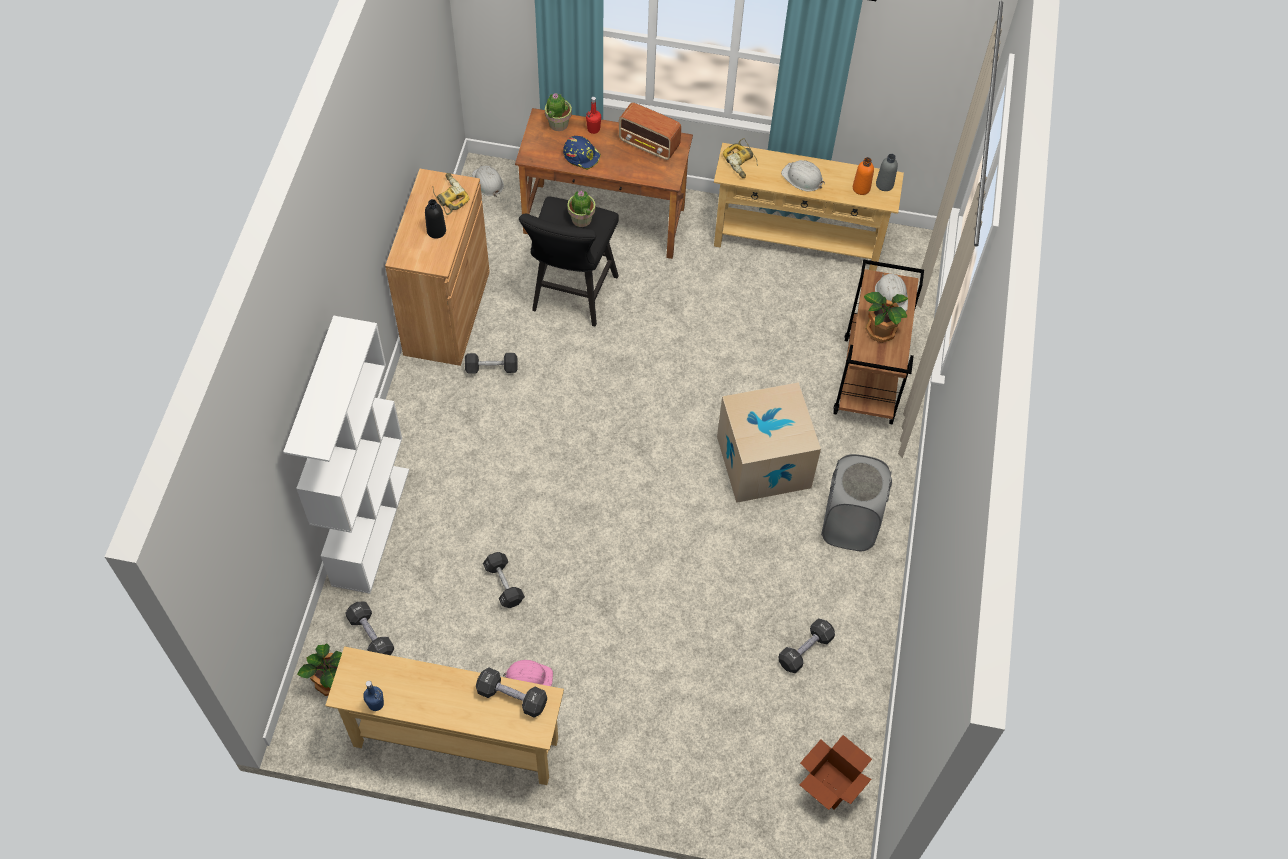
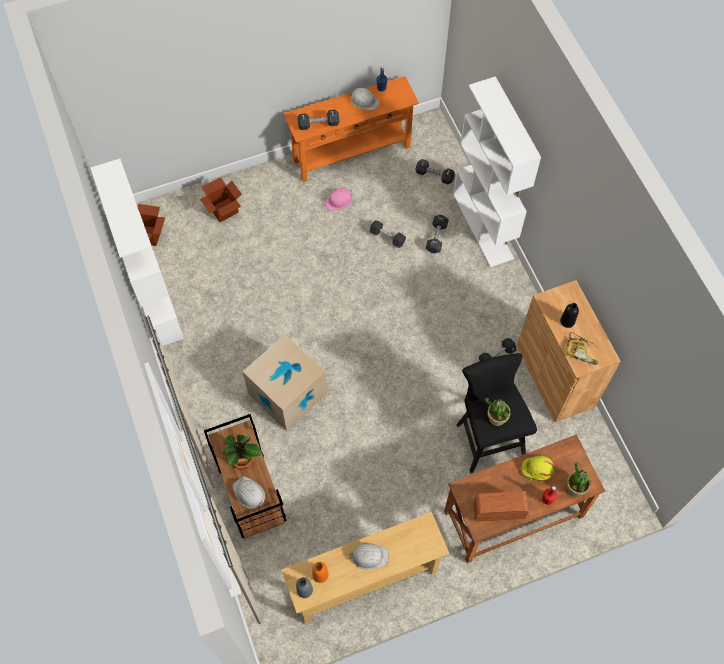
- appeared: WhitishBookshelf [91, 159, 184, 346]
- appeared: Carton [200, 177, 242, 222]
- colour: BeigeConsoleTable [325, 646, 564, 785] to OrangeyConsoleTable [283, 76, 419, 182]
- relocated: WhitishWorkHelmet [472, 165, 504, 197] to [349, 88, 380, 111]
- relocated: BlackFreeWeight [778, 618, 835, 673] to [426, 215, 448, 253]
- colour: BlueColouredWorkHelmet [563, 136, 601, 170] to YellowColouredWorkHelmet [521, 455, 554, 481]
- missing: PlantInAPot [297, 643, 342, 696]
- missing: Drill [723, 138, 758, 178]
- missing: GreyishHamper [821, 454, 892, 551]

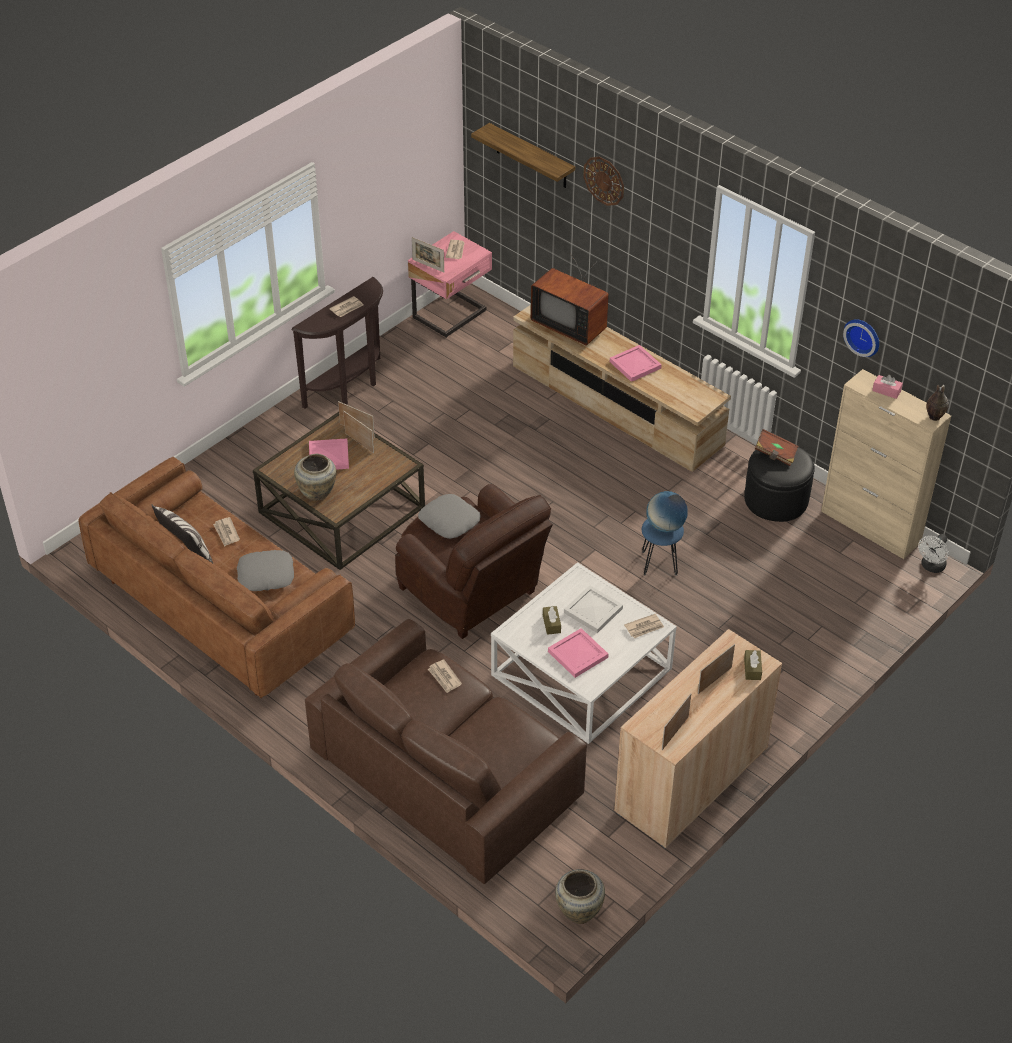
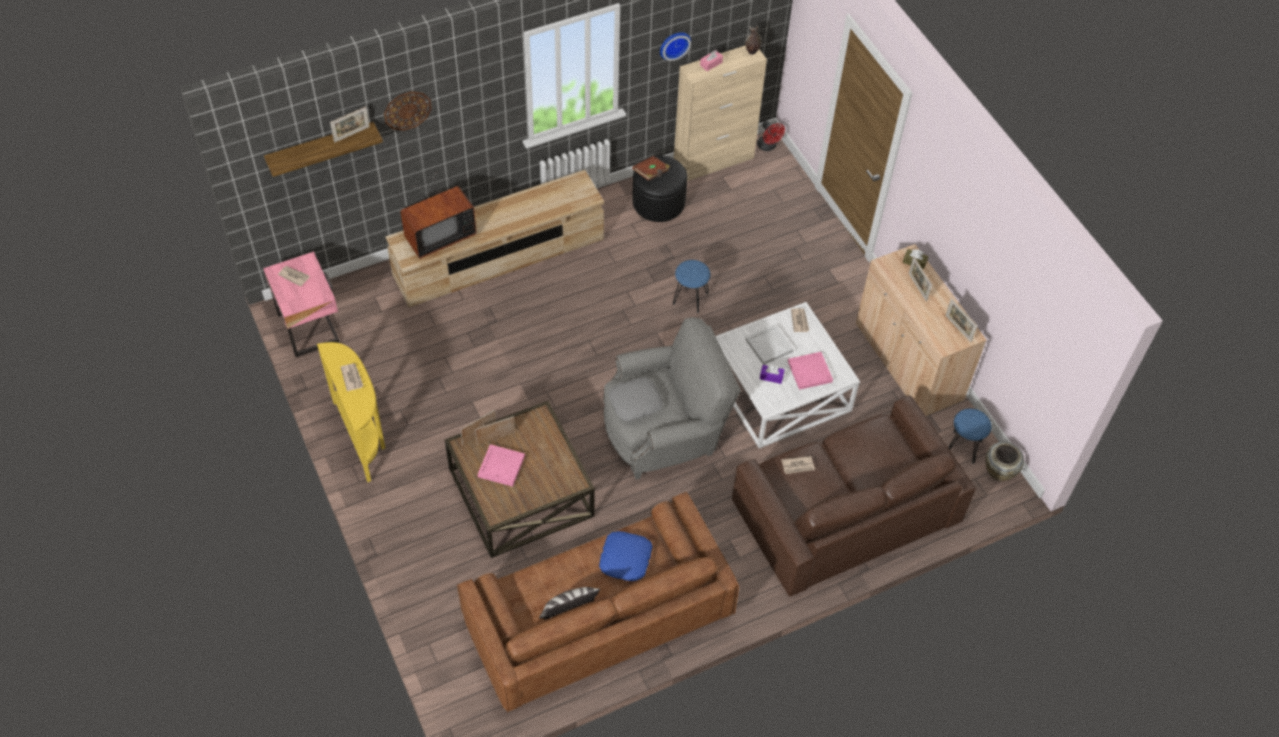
- colour: BrownConsoleTable [292, 277, 383, 409] to YellowColouredConsoleTable [317, 342, 385, 482]
- relocated: PhotoFrame [412, 237, 444, 272] to [330, 106, 370, 143]
- colour: GreyishPillow [237, 550, 294, 591] to BlueColouredPillow [599, 531, 653, 581]
- colour: BrownLoungeChair [395, 484, 553, 639] to GreyishLoungeChair [603, 317, 741, 480]
- colour: WhitishCoolingFan [918, 534, 949, 573] to ReddishCoolingFan [757, 121, 785, 151]
- colour: BrownTissueHolder [543, 606, 561, 635] to PurplishTissueHolder [760, 365, 785, 384]
- appeared: BlueColouredStool [948, 408, 992, 464]
- missing: DailyPaper [213, 517, 240, 546]
- missing: BeigeVase [294, 454, 337, 501]
- missing: PinkColouredTray [610, 345, 662, 382]
- missing: WorldGlobe [646, 491, 688, 533]

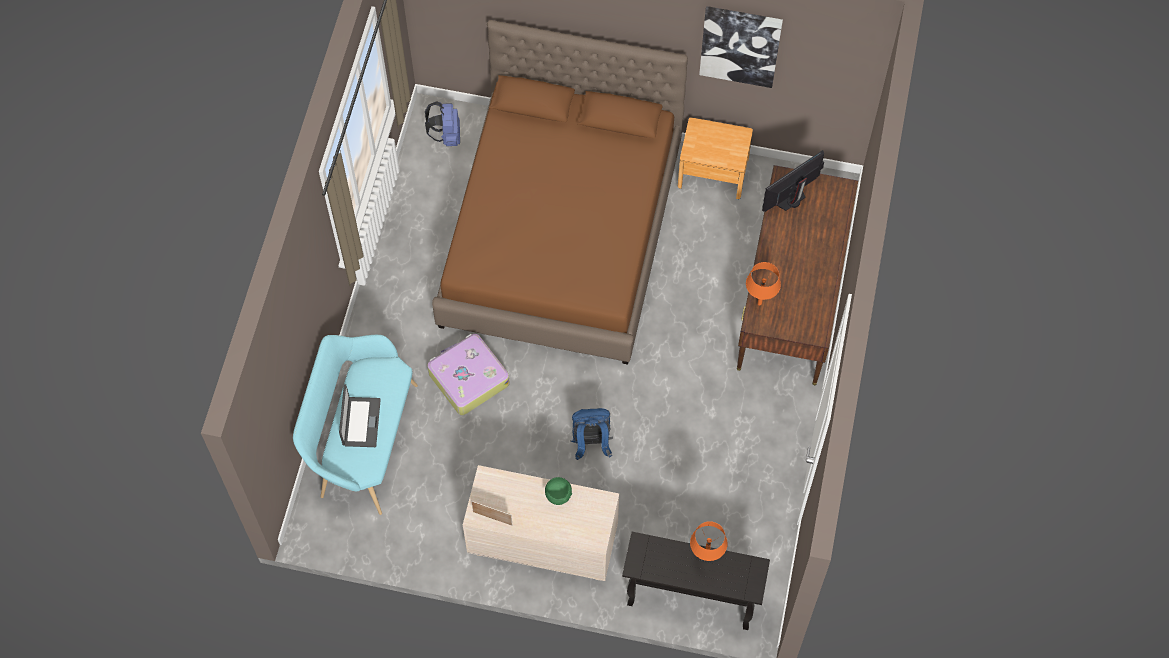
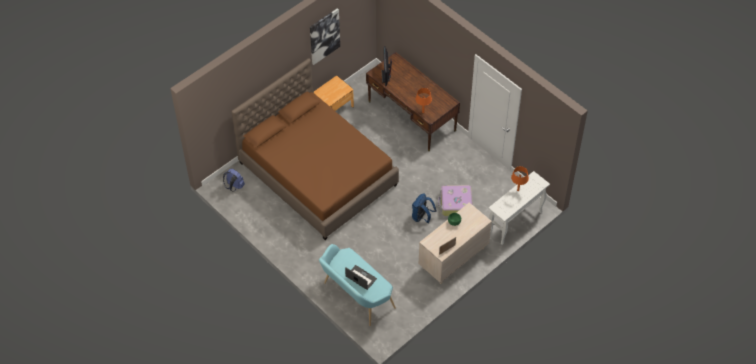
- relocated: PieceOfLuggage [428, 334, 510, 415] to [438, 185, 473, 216]
- colour: BlackConsoleTable [622, 532, 770, 630] to WhitishConsoleTable [488, 171, 550, 245]

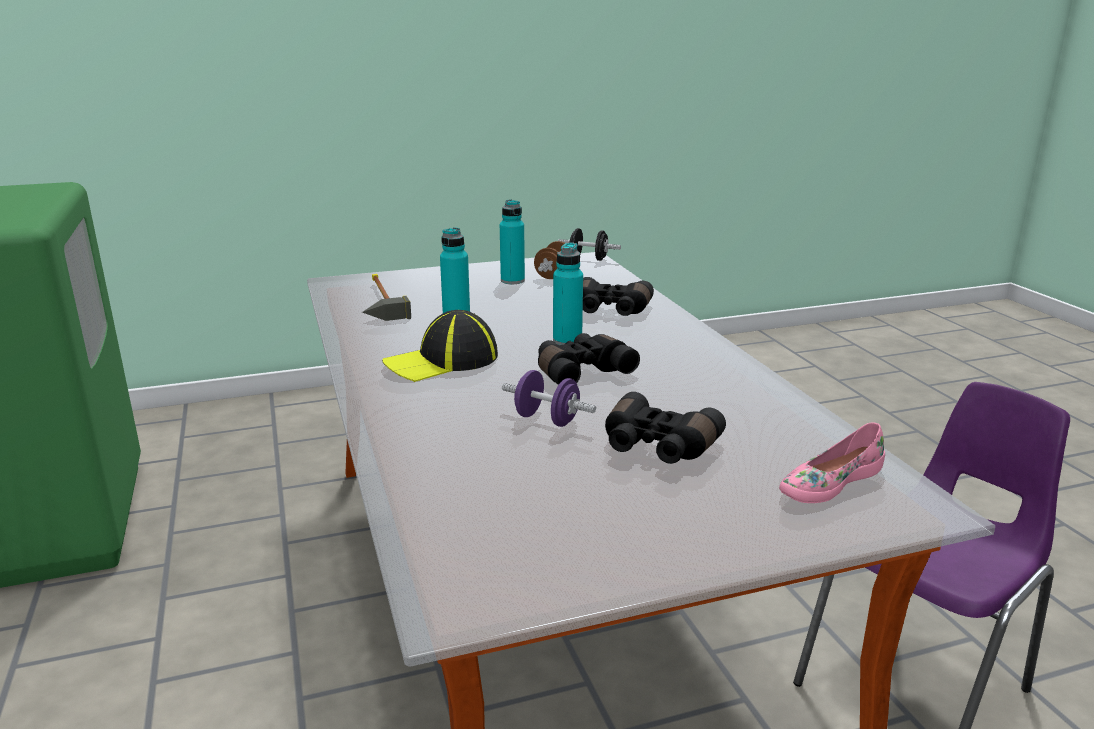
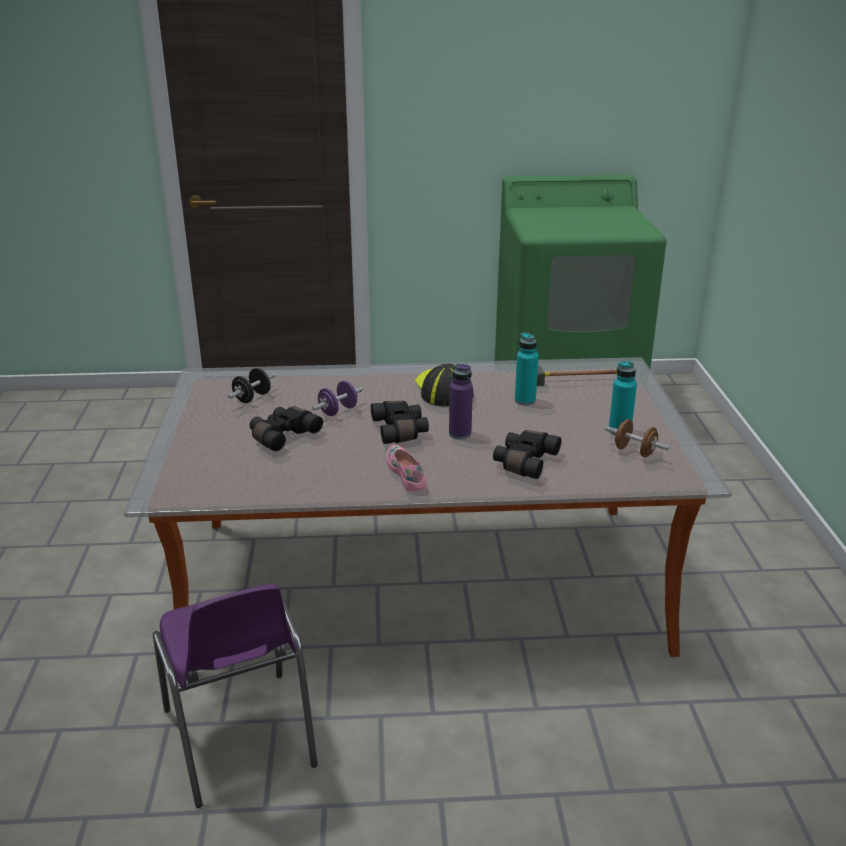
- relocated: BlackFreeWeight [558, 228, 621, 261] to [228, 368, 275, 403]
- relocated: PinkColouredLowShoe [779, 422, 885, 503] to [386, 445, 426, 491]
- colour: TurquoiseBeverageBottle [553, 242, 583, 345] to PurplishBeverageBottle [449, 363, 473, 439]

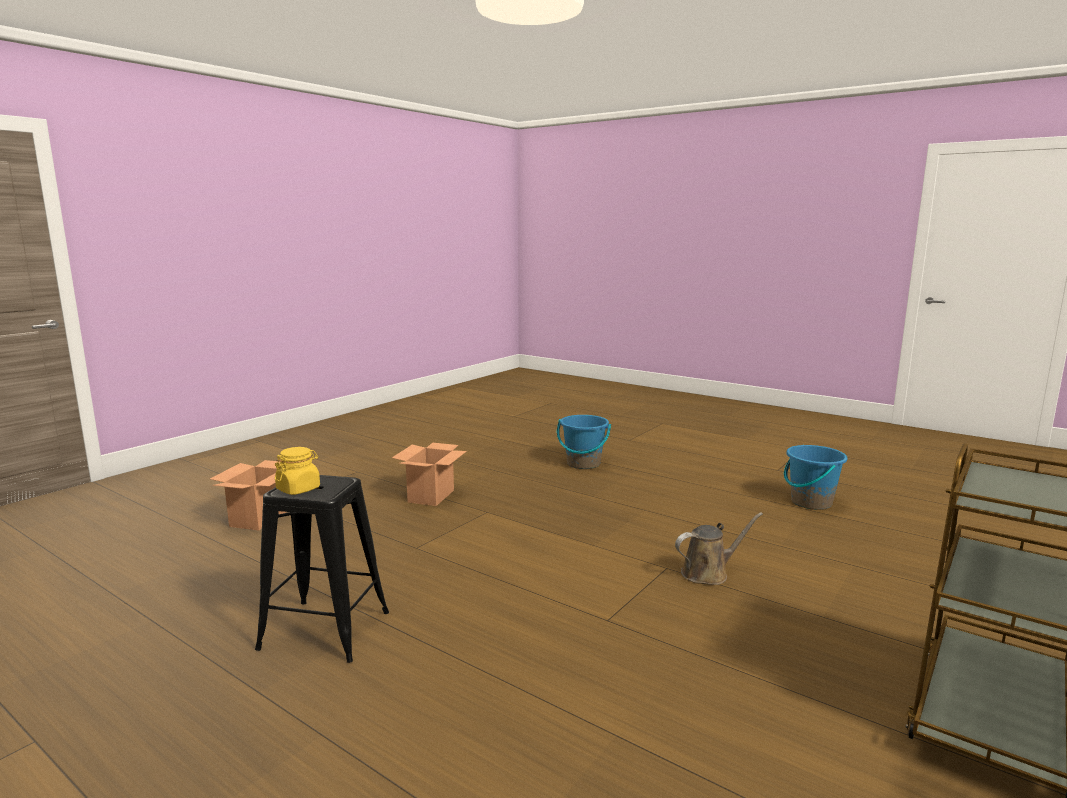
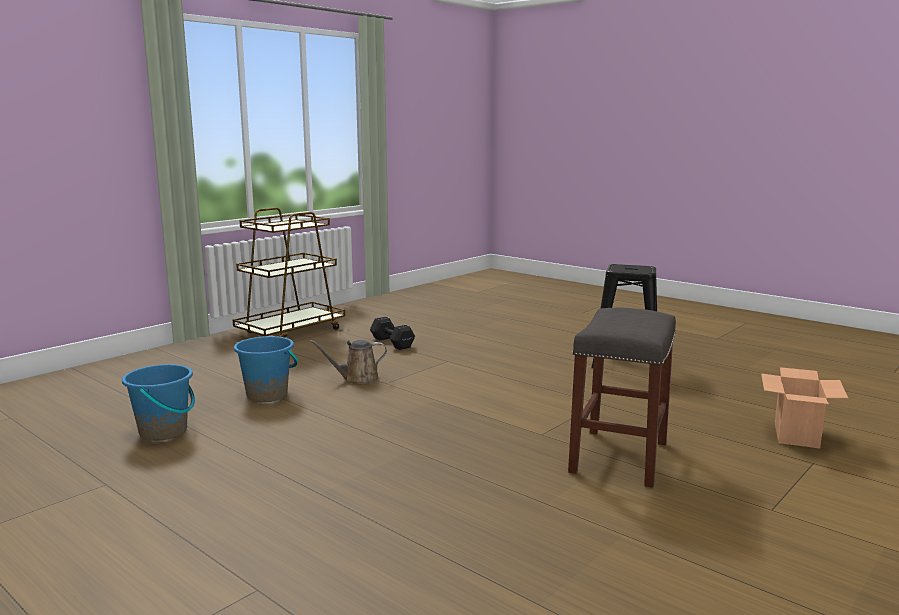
- relocated: BlueColouredWaterBucket [557, 415, 611, 469] to [234, 336, 298, 402]
- appeared: BlackFreeWeight [370, 317, 415, 350]
- exchanged: Carton [392, 443, 467, 506] to GreyishStool [568, 307, 676, 488]
- missing: YellowColouredJar [275, 447, 320, 495]

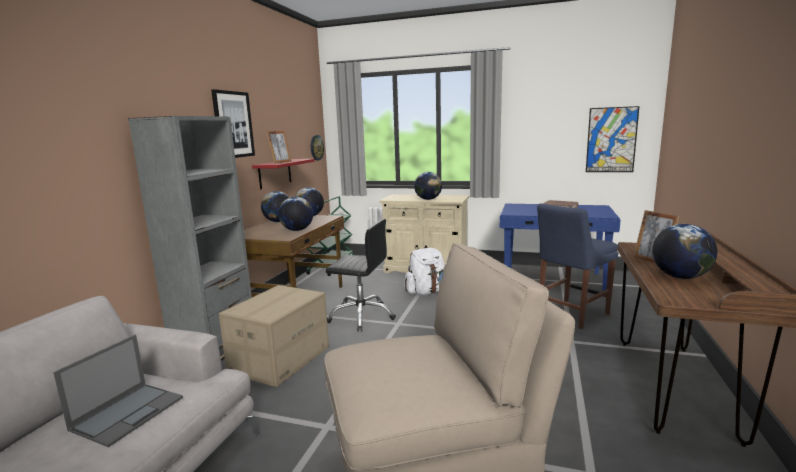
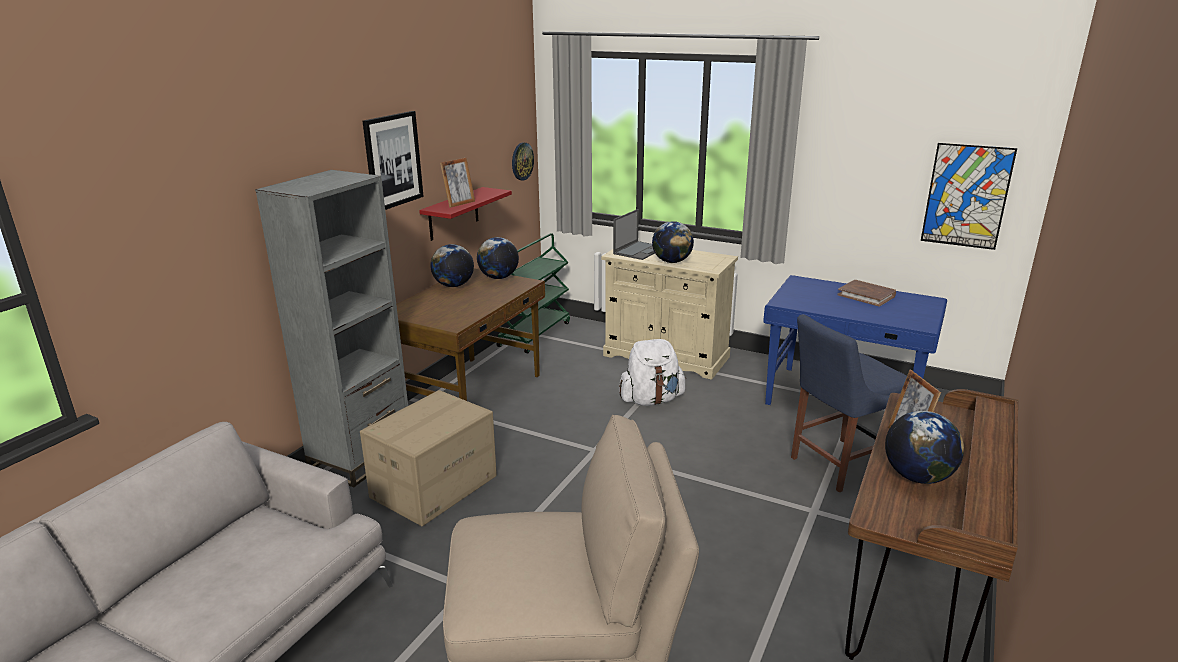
- relocated: NotebookComputer [53, 335, 183, 447] to [613, 209, 655, 260]
- missing: WorldGlobe [278, 197, 313, 231]
- missing: BlackDeskChair [326, 219, 396, 332]

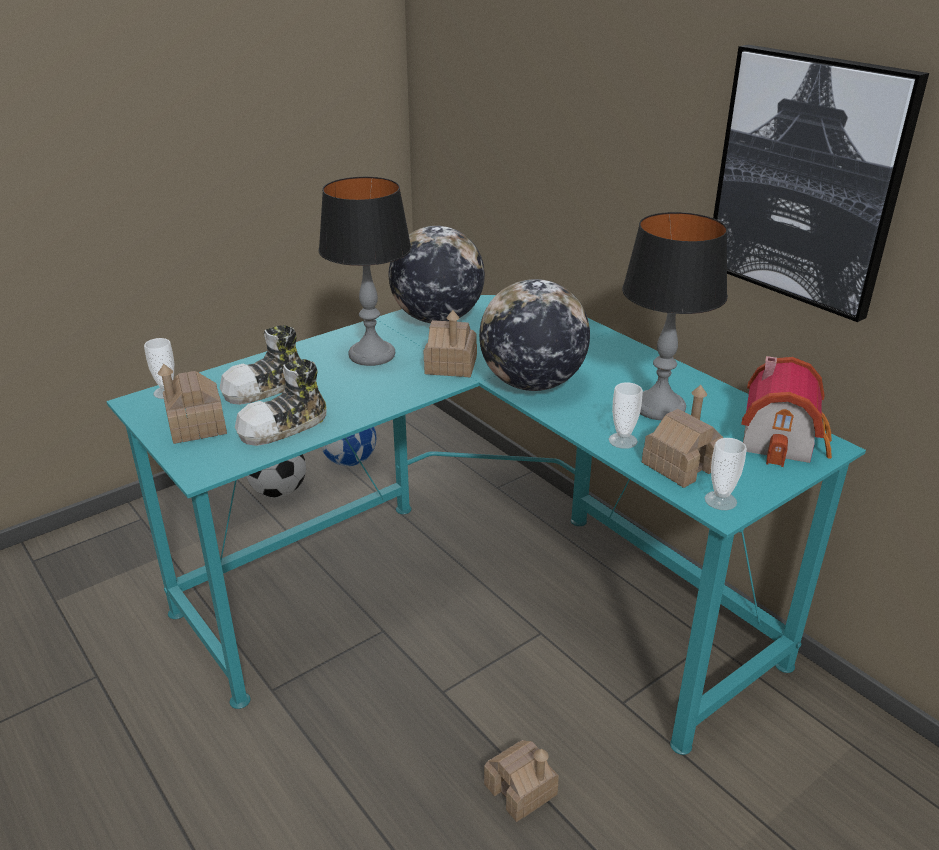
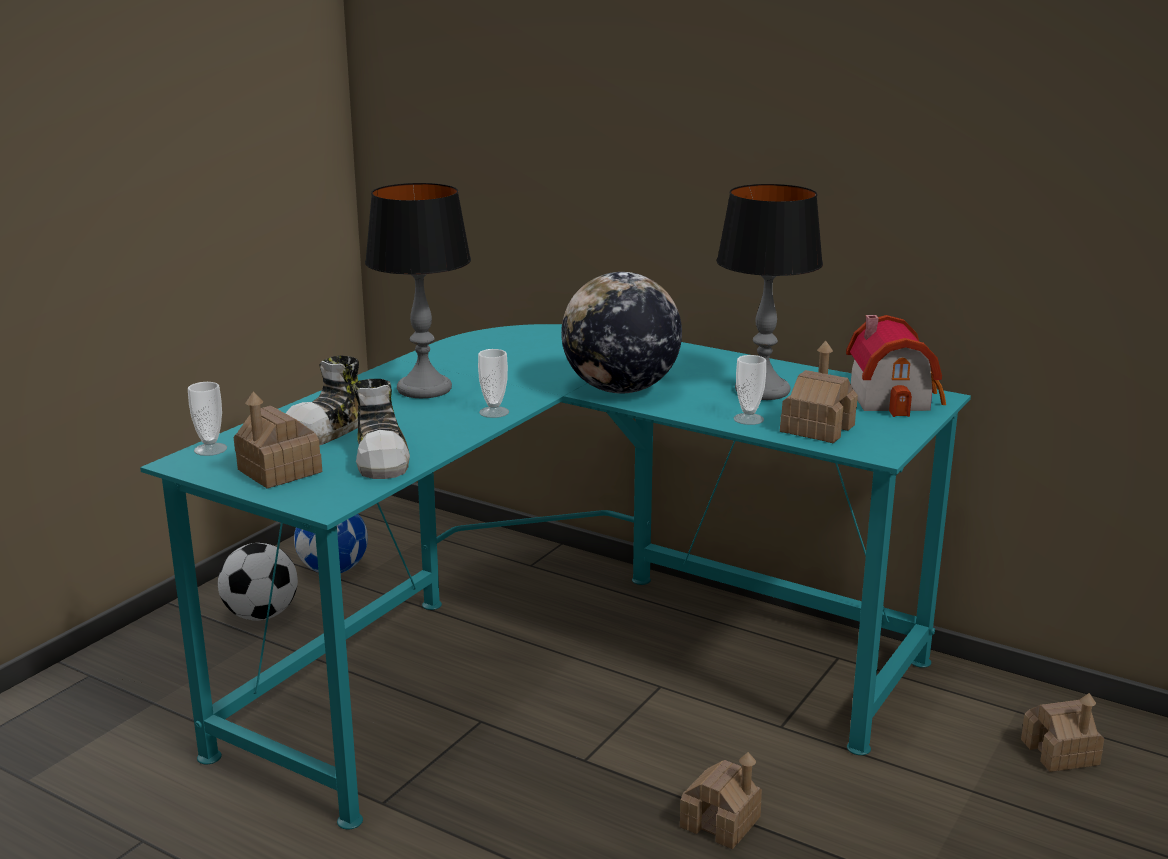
- spun: LowShoe [235, 359, 327, 446] = [353, 379, 410, 479] 45 degrees counterclockwise
- relocated: SmallCup [705, 438, 747, 510] to [478, 349, 509, 418]
- relocated: ToyHouse [424, 310, 477, 377] to [1021, 693, 1104, 772]
- missing: WorldGlobe [389, 226, 485, 323]
- missing: WallPicture [713, 45, 929, 322]

